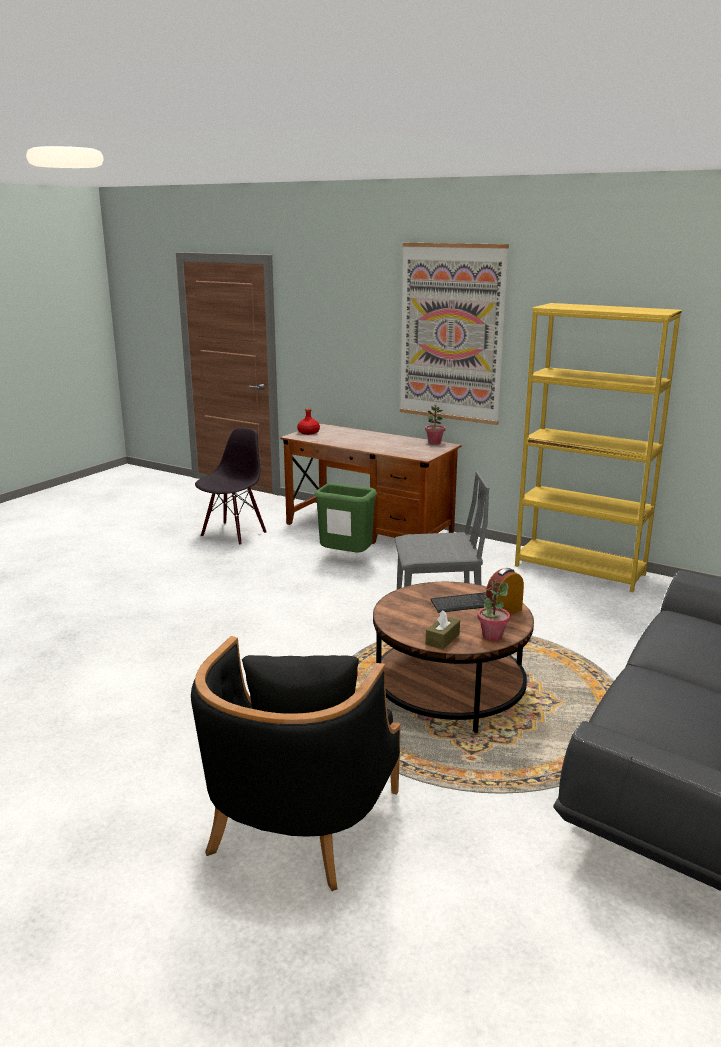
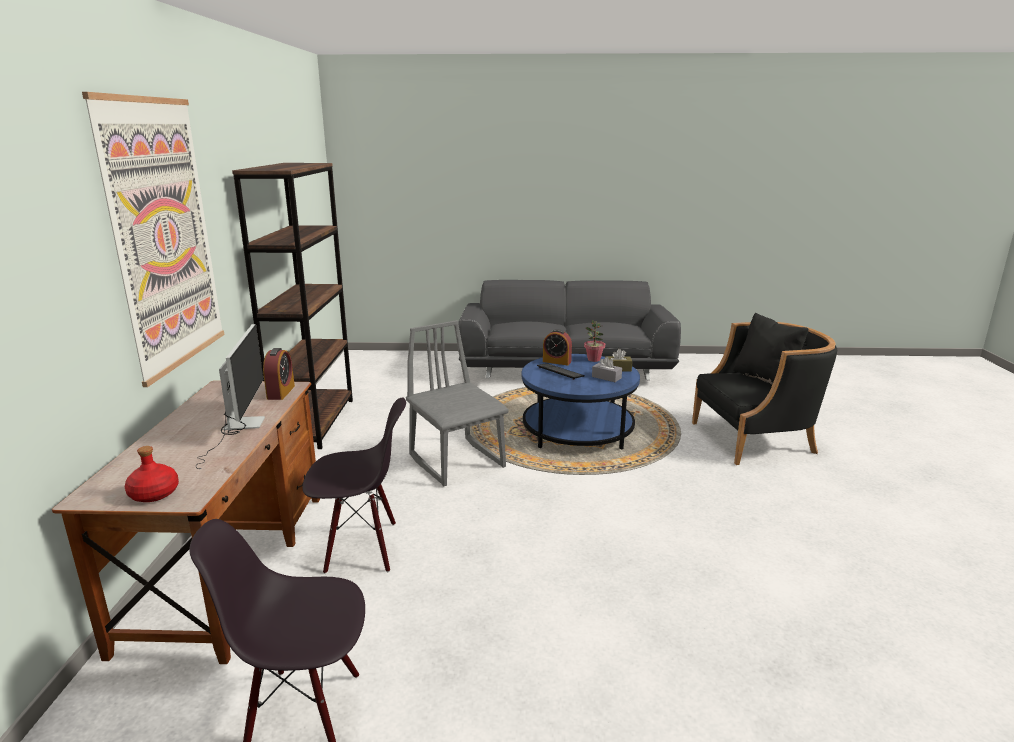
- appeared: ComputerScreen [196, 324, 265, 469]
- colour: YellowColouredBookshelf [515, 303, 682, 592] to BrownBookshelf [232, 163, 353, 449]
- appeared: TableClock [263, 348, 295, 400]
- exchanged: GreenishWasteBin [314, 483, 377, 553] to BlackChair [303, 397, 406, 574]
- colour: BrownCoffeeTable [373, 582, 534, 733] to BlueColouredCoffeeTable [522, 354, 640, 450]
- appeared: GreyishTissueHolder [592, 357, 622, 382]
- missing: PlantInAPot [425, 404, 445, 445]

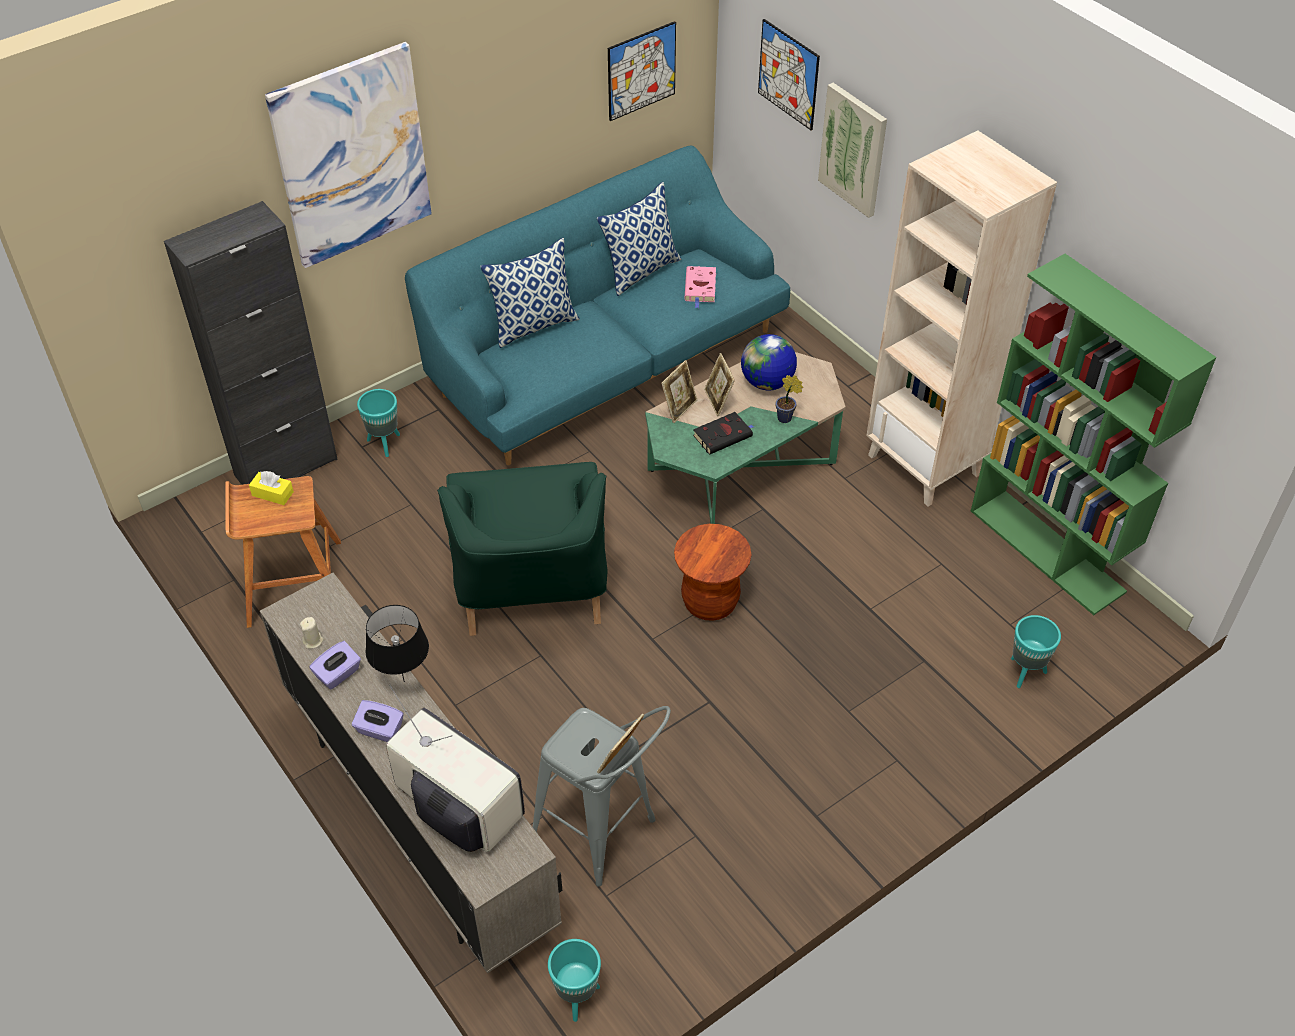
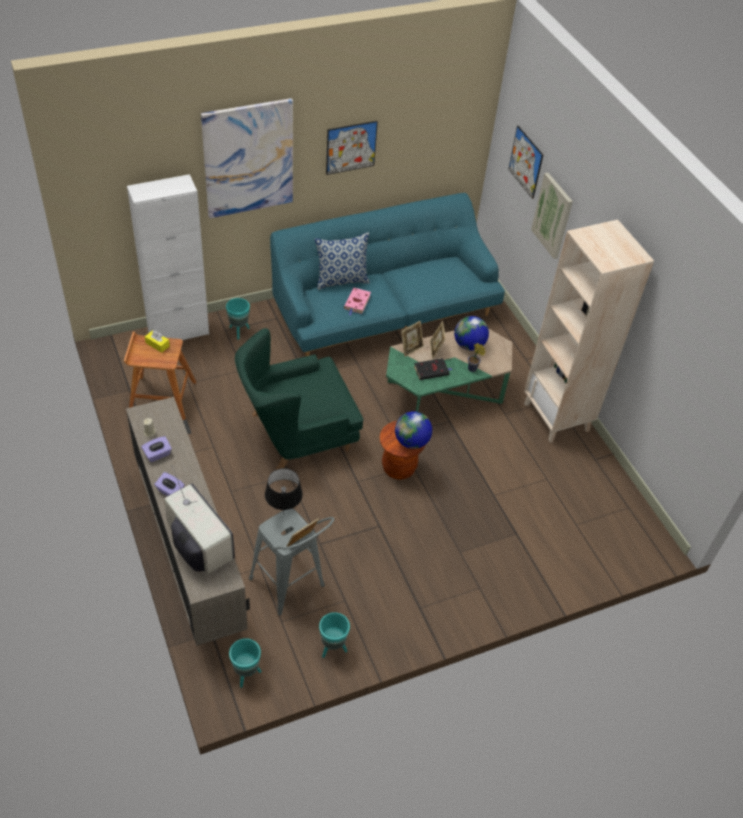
- colour: BlackCupboard [164, 201, 338, 485] to WhitishCupboard [127, 174, 209, 340]
- spun: GreenishLoungeChair [437, 462, 608, 636] = [235, 328, 363, 470] 60 degrees clockwise
- relocated: BlackTableLamp [365, 605, 429, 682] to [265, 468, 303, 511]
- relocated: TurquoisePlantPot [1011, 615, 1061, 688] to [319, 612, 350, 658]
- relocated: WallPicture [608, 21, 676, 121] to [326, 121, 378, 175]
- relocated: PinkColouredBoundBook [684, 266, 716, 308] to [344, 288, 371, 315]
- appeared: WorldGlobe [395, 411, 432, 449]
- missing: Pillow [596, 182, 681, 296]
- missing: GreenishBookshelf [971, 254, 1217, 615]

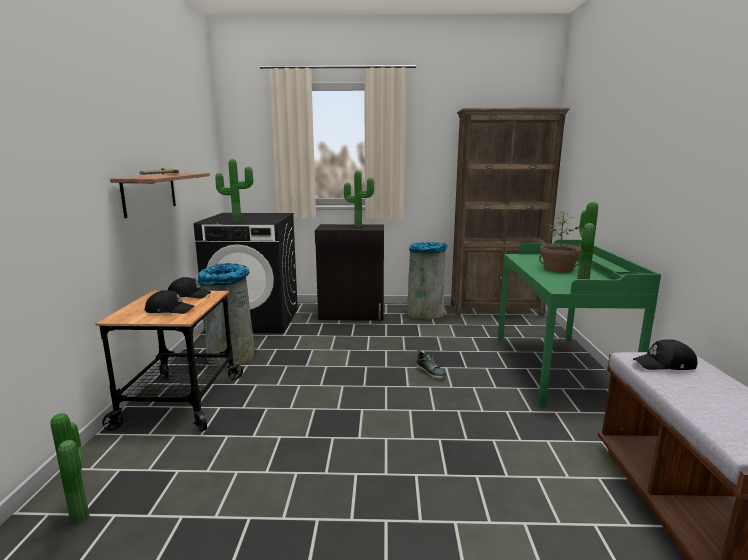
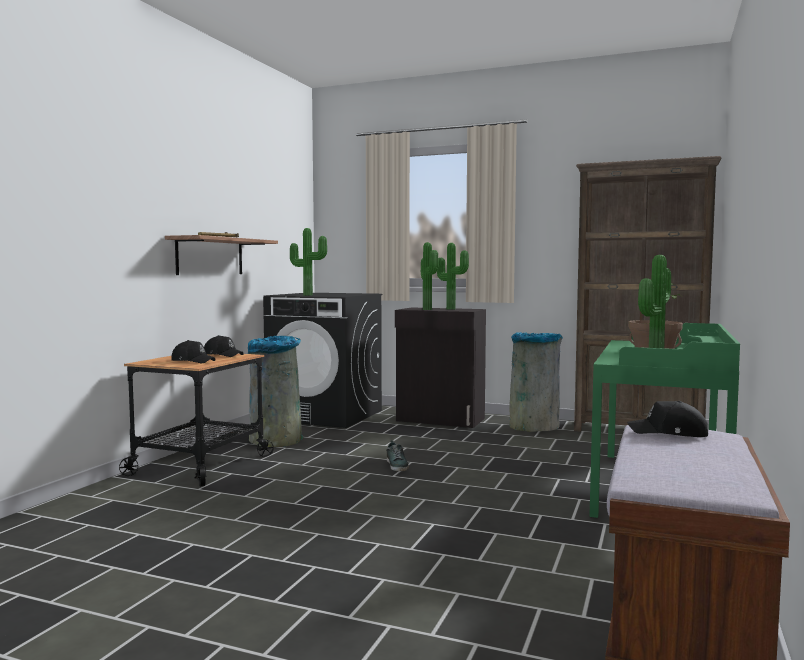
- relocated: LowShoe [416, 350, 446, 379] to [386, 441, 409, 471]
- relocated: PlantInAPot [50, 413, 90, 525] to [421, 242, 439, 310]

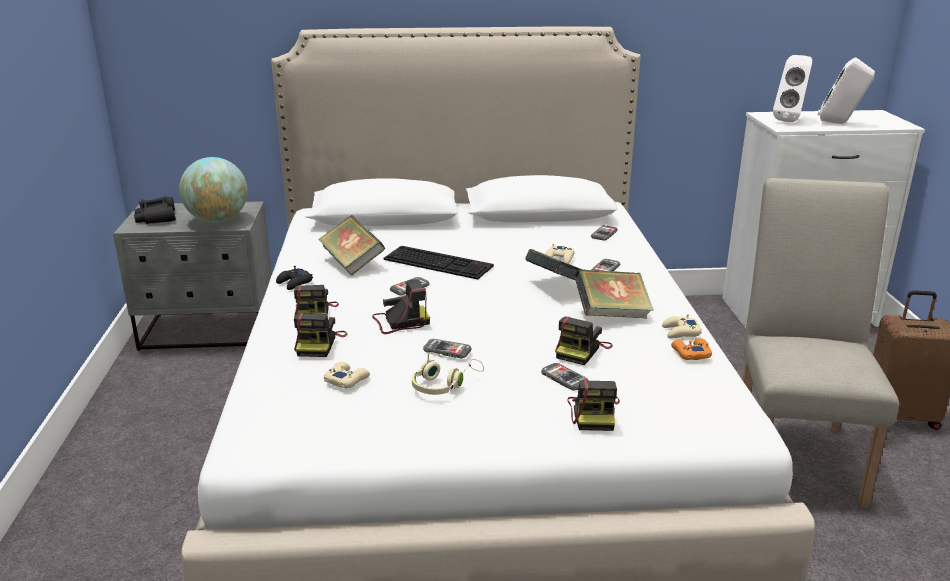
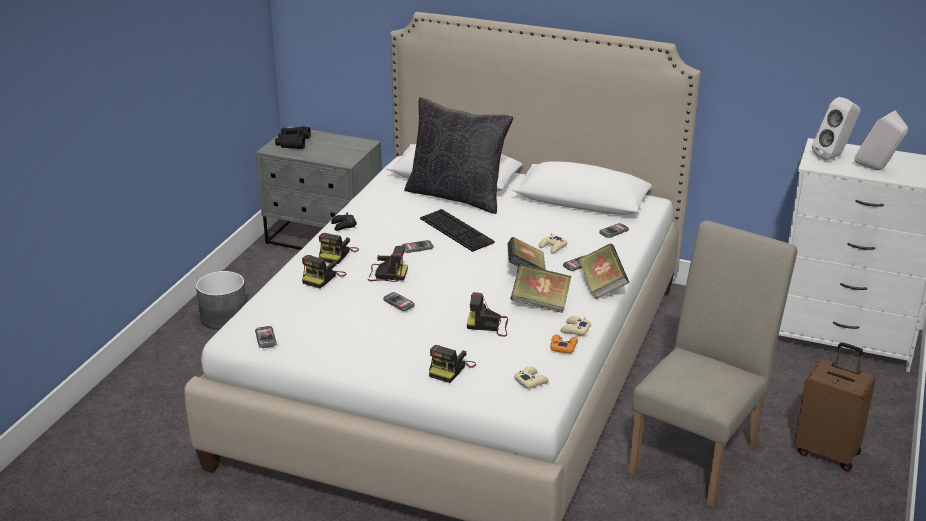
- appeared: GreyishPlantPot [196, 271, 246, 330]
- relocated: Handset [541, 363, 589, 390] to [255, 326, 277, 348]
- appeared: BlackPillow [404, 97, 513, 214]
- spun: PhotoCamera [555, 317, 613, 365] = [467, 292, 508, 337] 45 degrees clockwise
- relocated: BeigeGameController [324, 362, 370, 389] to [514, 366, 549, 389]
- relocated: BoundBook [318, 215, 385, 276] to [578, 244, 629, 299]
- missing: WorldGlobe [179, 157, 248, 223]
- missing: BeigeHeadphones [412, 352, 484, 395]

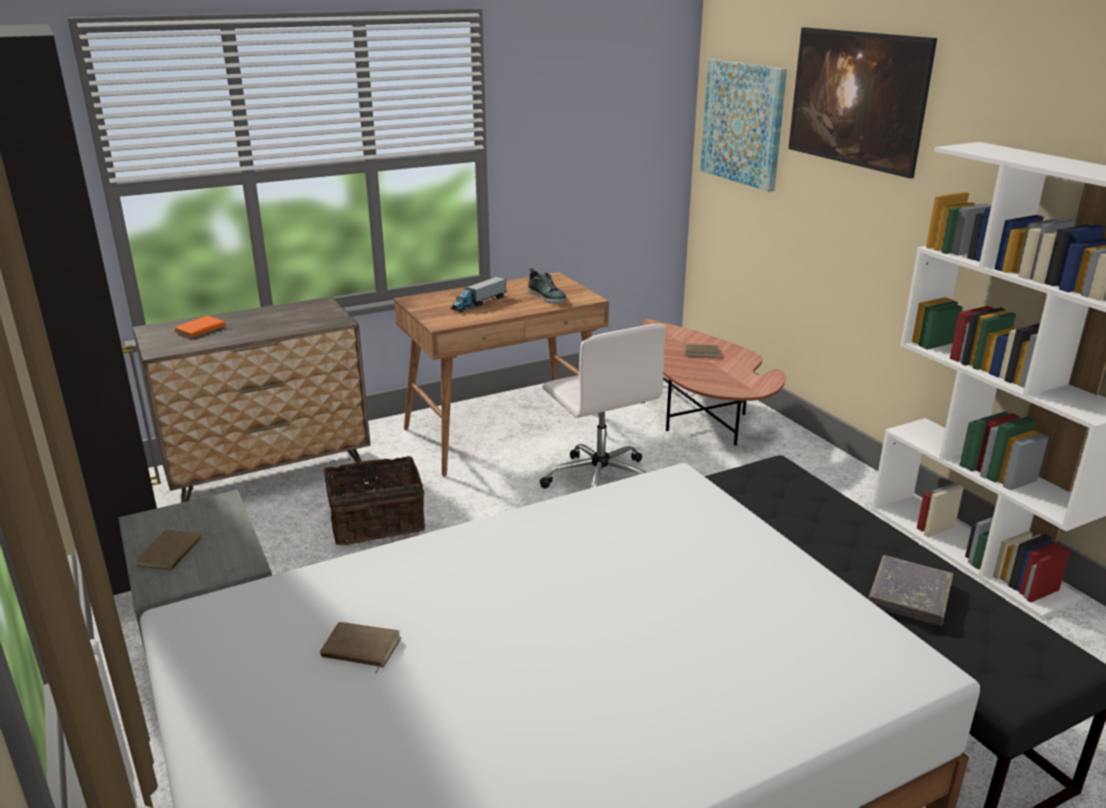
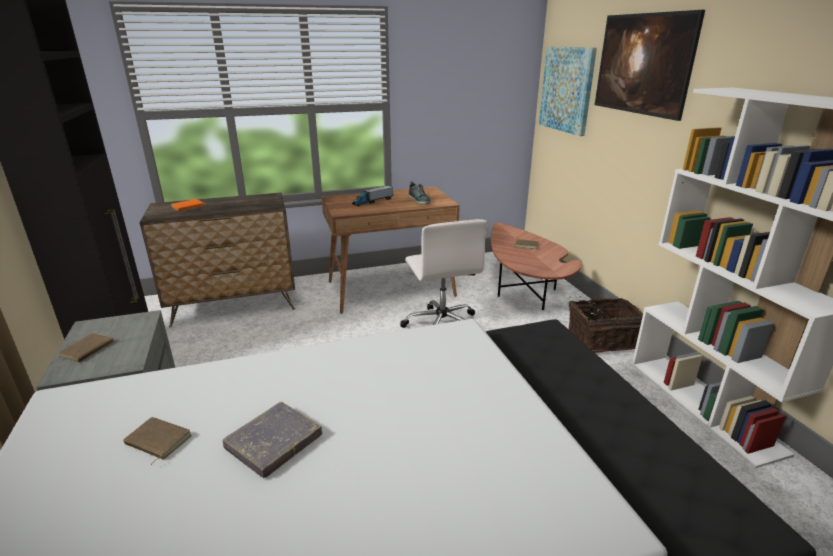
- relocated: GreyishBoundBook [869, 555, 953, 626] to [223, 402, 322, 478]
- relocated: StorageBasket [324, 456, 425, 546] to [569, 297, 643, 353]

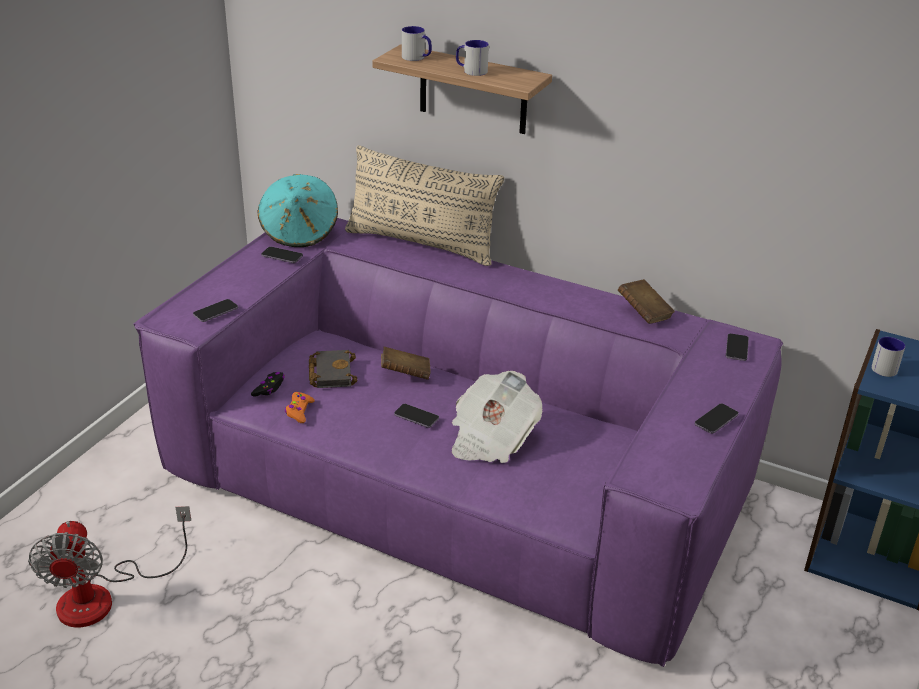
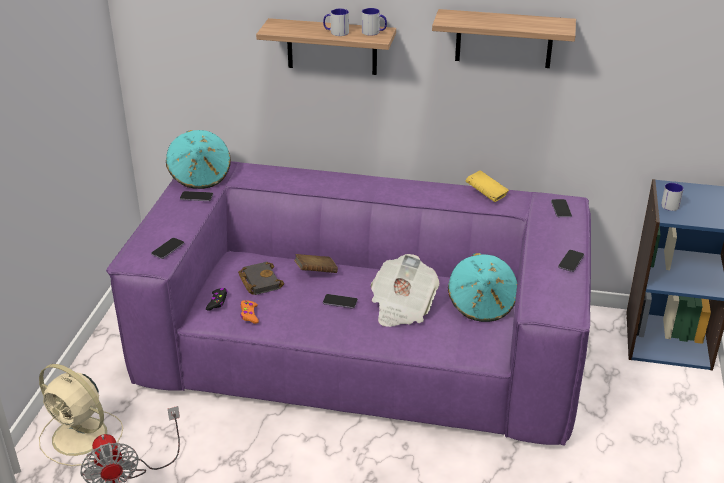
- appeared: BeigeCoolingFan [39, 364, 123, 466]
- relocated: CoffeeMug [402, 26, 432, 61] to [362, 8, 387, 36]
- appeared: WallShelf [432, 9, 576, 68]
- appeared: TurquoiseHat [448, 253, 517, 322]
- colour: BrownBoundBook [618, 279, 675, 324] to YellowColouredBoundBook [465, 170, 509, 202]
- missing: BeigePillow [345, 145, 504, 266]

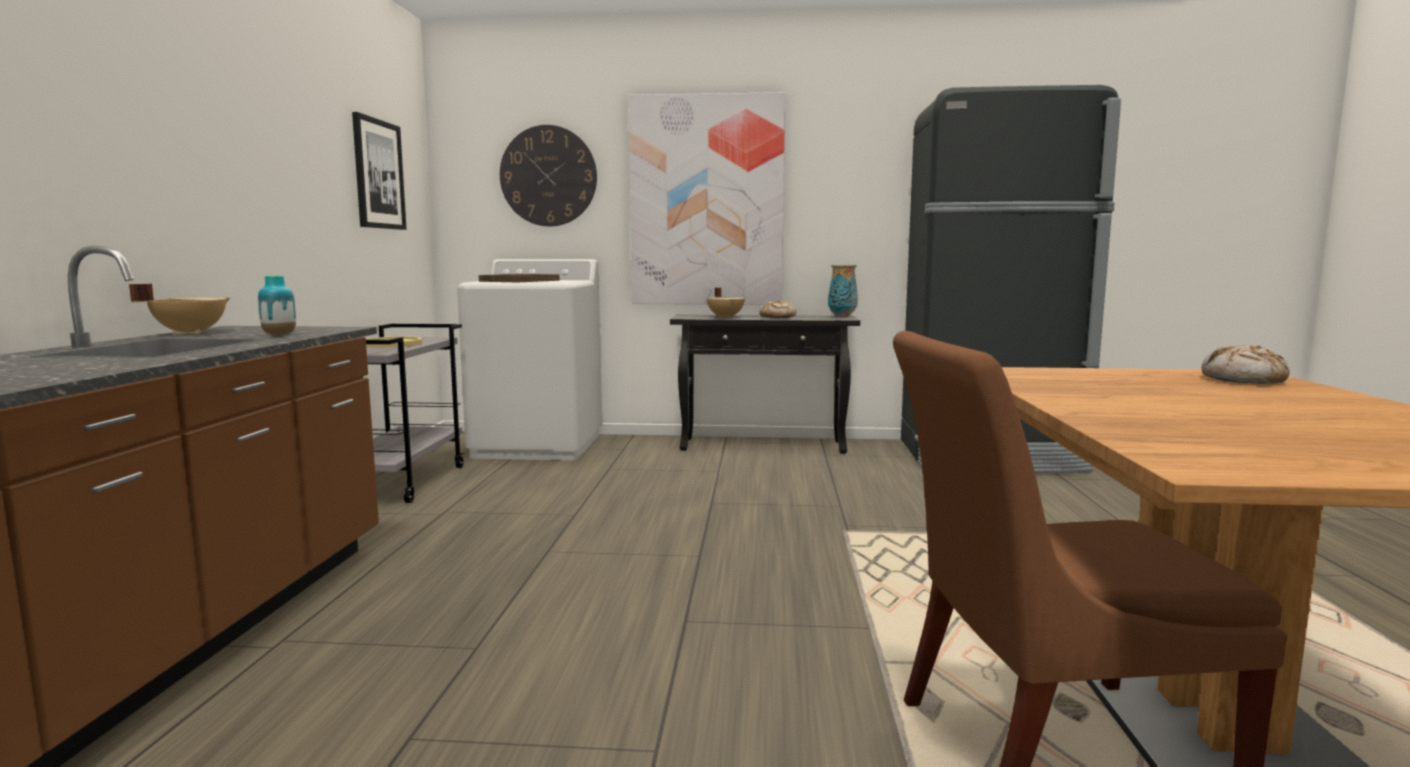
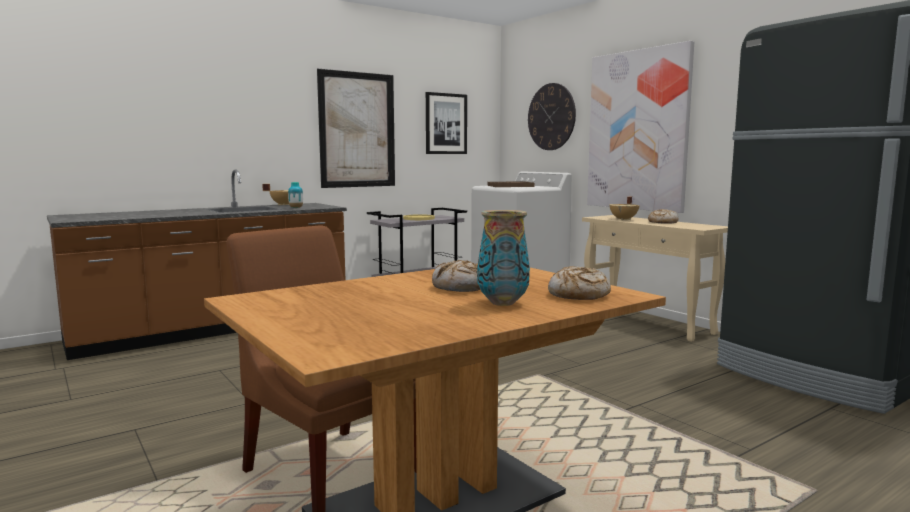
- appeared: WallPicture [317, 69, 395, 188]
- appeared: BakeryBread [432, 260, 480, 292]
- relocated: Vase [828, 265, 858, 317] to [477, 210, 530, 306]
- colour: BlackConsoleTable [670, 315, 860, 454] to BeigeConsoleTable [582, 215, 728, 342]

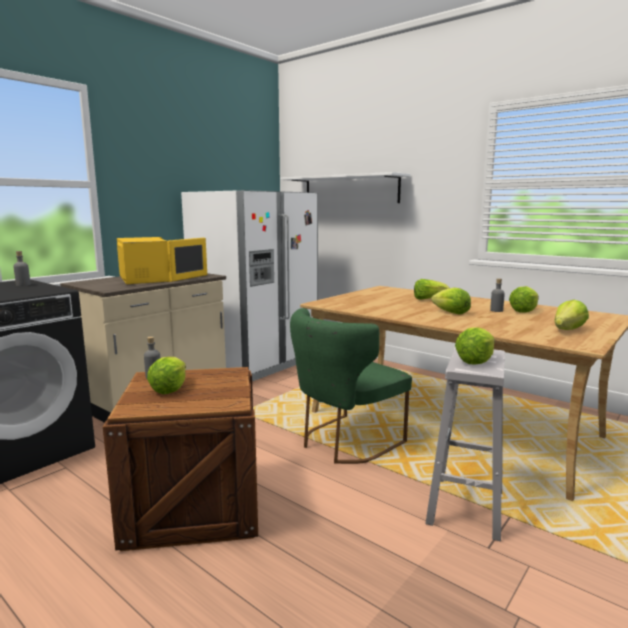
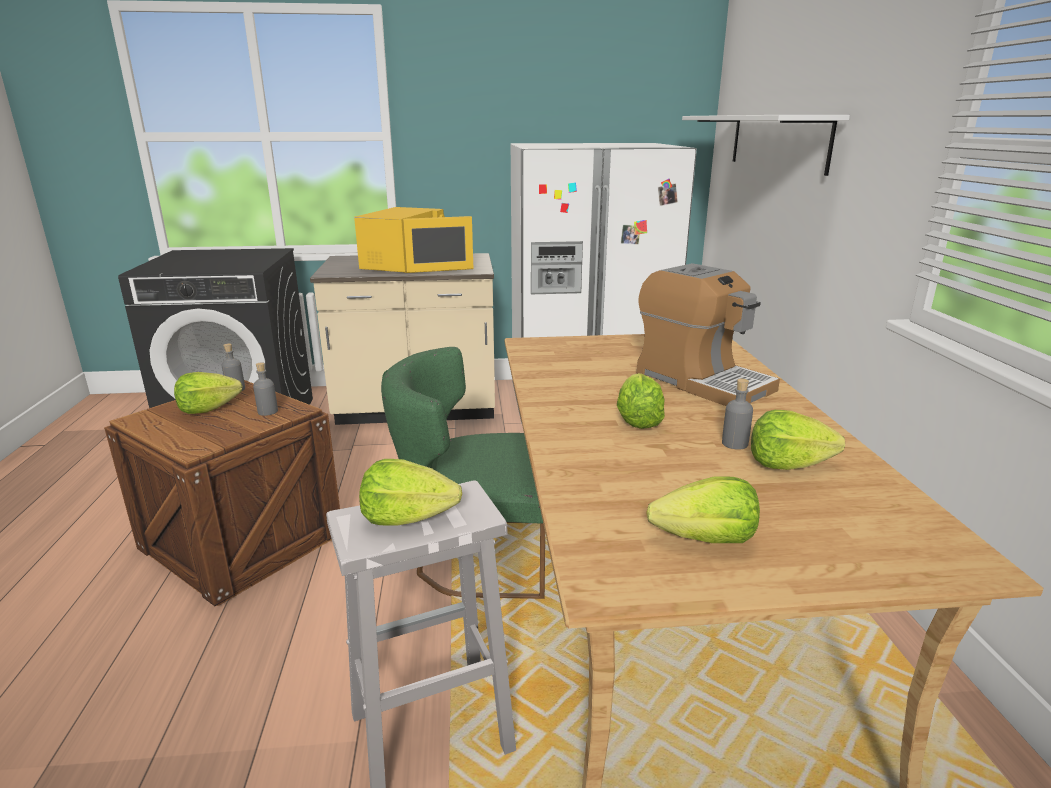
- relocated: GreyishBeverageBottle [13, 251, 31, 286] to [253, 362, 278, 416]
- exchanged: HeadOfLettuce [414, 279, 450, 300] to CoffeeBrewer [637, 263, 780, 406]

